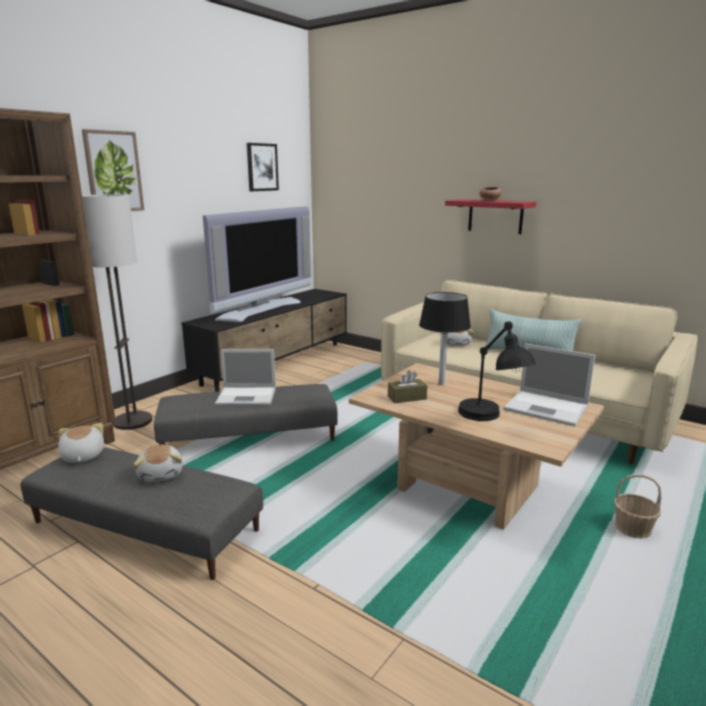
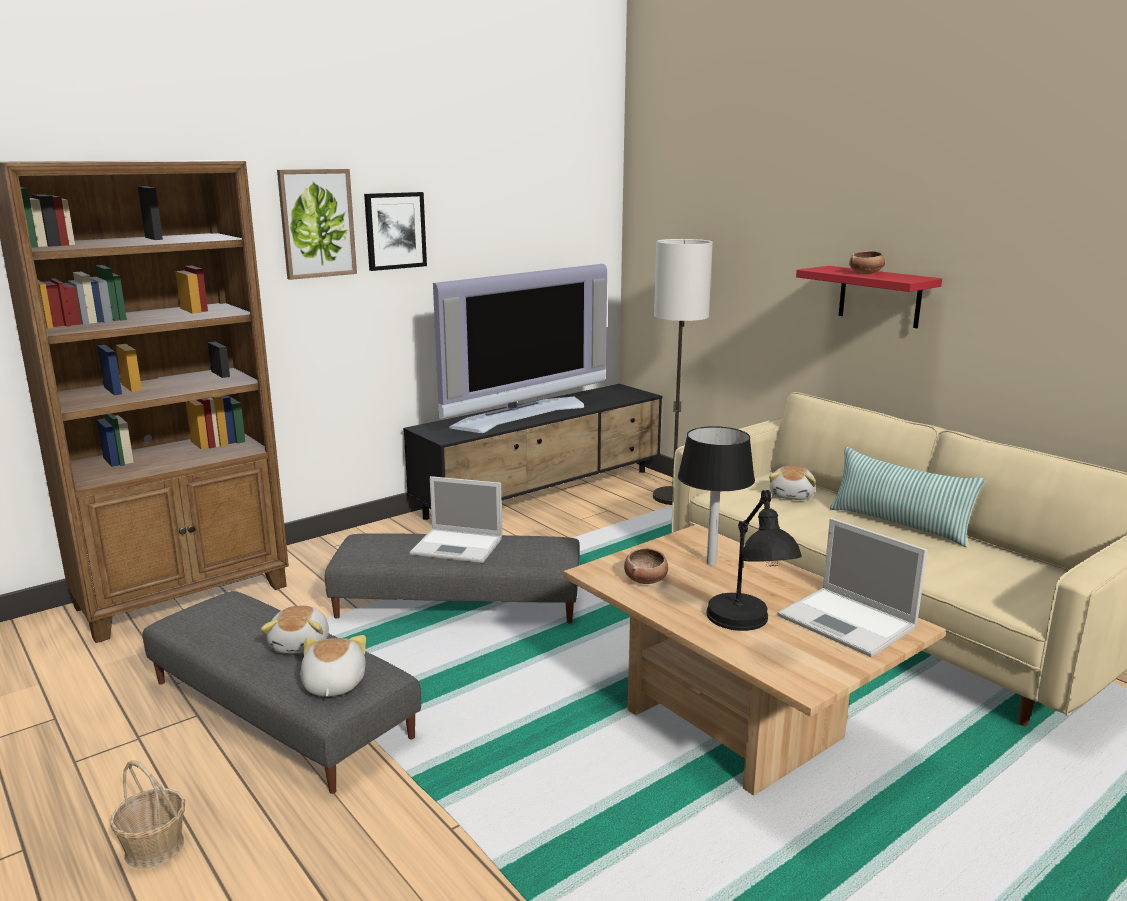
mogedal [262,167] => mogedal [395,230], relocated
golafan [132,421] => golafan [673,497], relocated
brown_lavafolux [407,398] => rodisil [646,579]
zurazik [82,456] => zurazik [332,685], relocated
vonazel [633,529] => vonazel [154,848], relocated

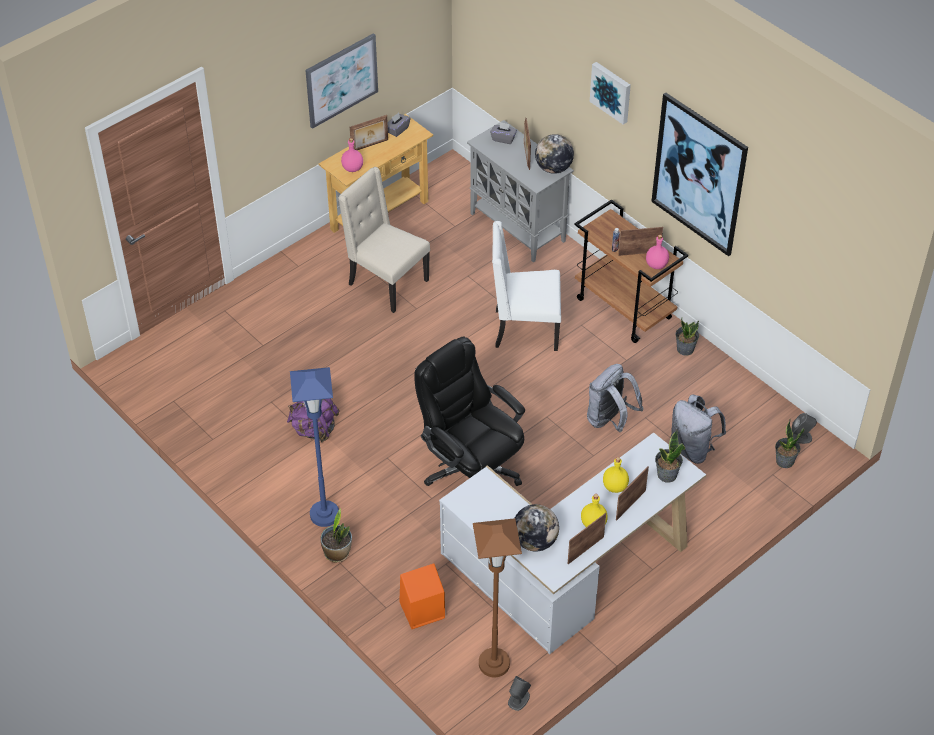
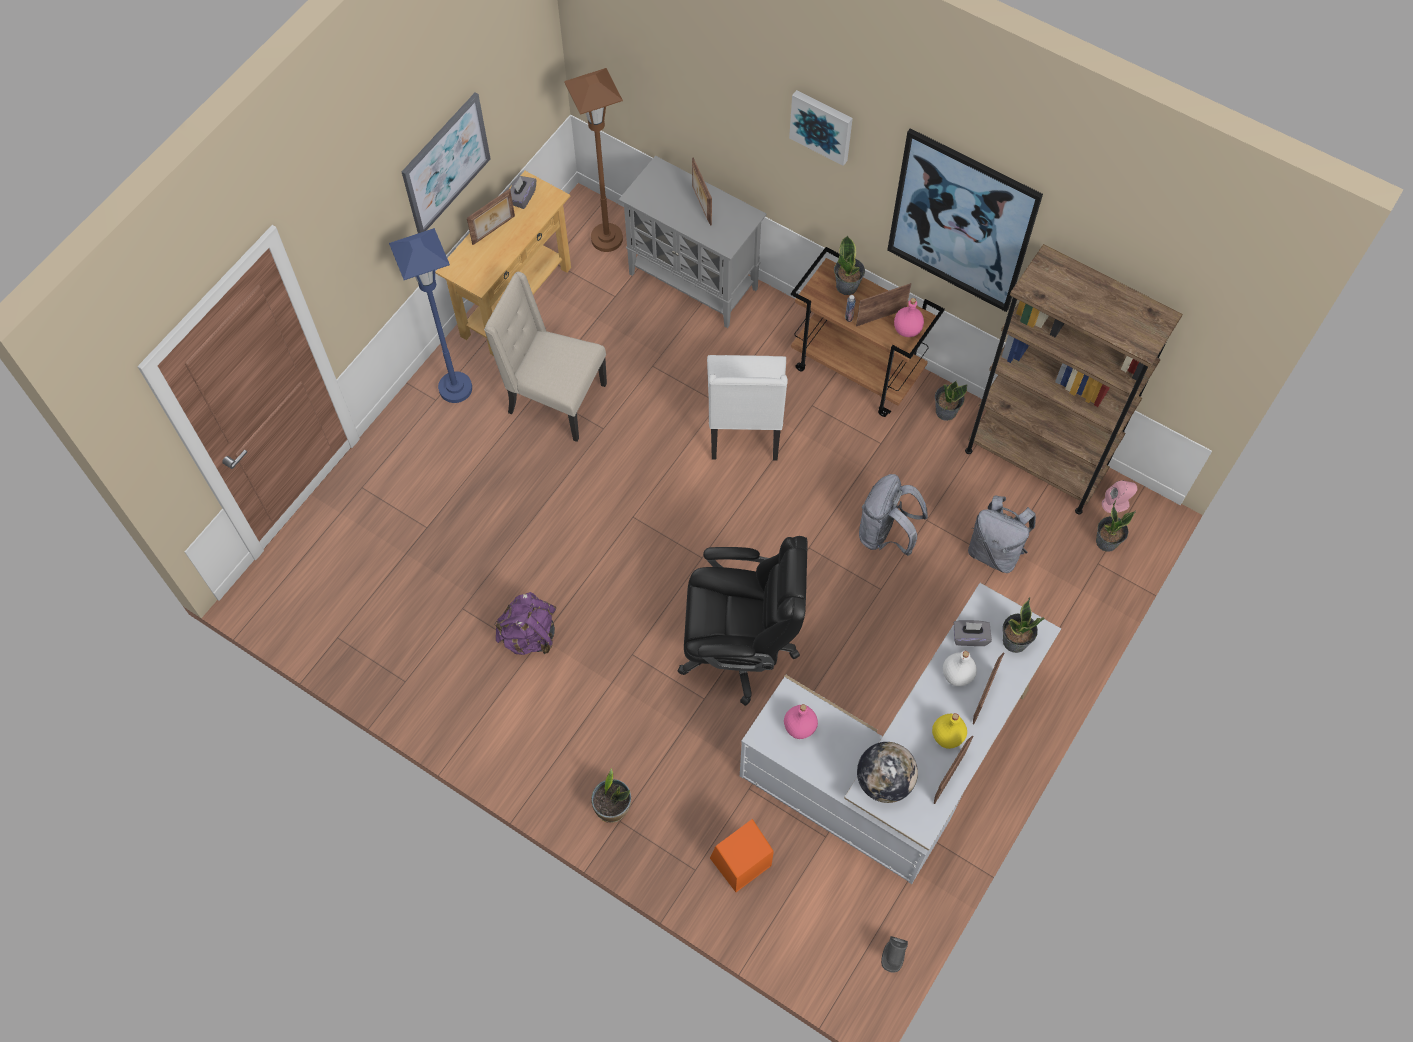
grey_lavafolux [503,139] => grey_lavafolux [970,637], relocated
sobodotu [553,168] => nothing
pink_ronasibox [353,168] => pink_ronasibox [800,726], relocated
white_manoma [524,329] => white_manoma [745,428], 75 degrees counterclockwise
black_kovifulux [471,470] => black_kovifulux [740,647], 150 degrees clockwise
blue_golafan [324,515] => blue_golafan [455,388], relocated
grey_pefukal [801,437] => pink_pefukal [1116,503]
yellow_ronasibox [615,487] => white_ronasibox [957,675]
brown_golafan [494,663] => brown_golafan [607,238], relocated
nothing => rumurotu [847,286]
nothing => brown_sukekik [1035,461]

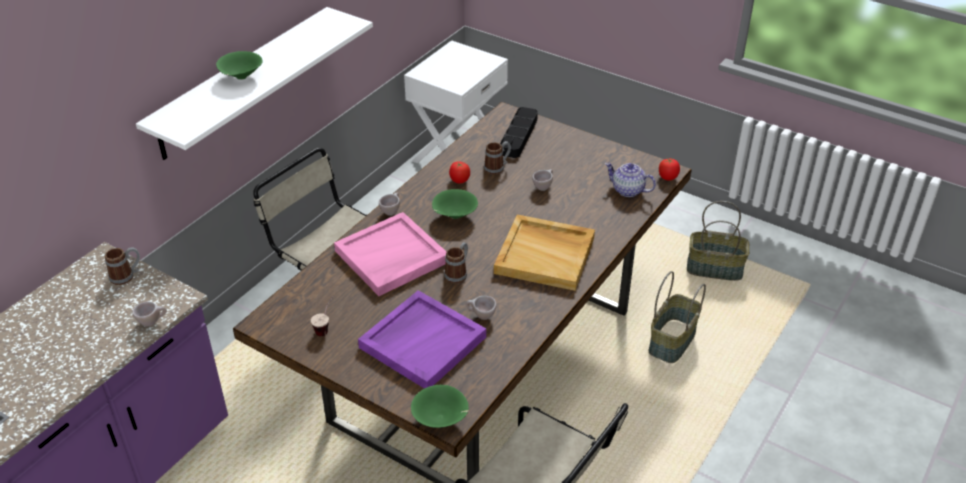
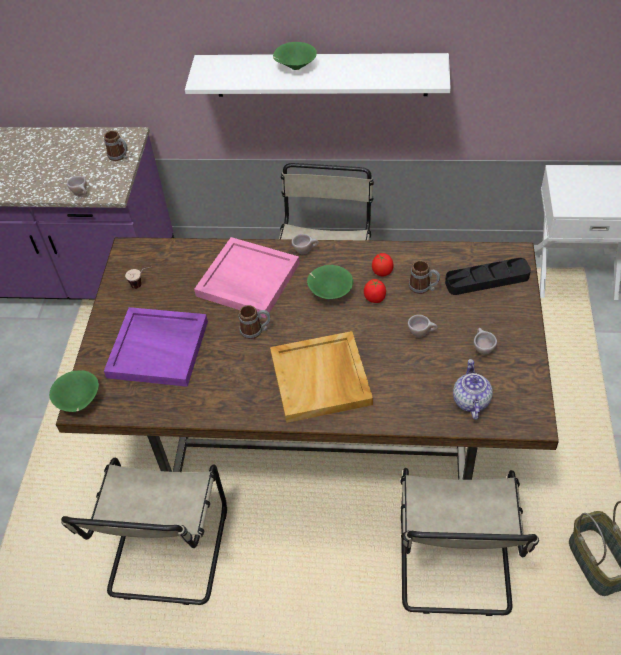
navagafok [668,177] => navagafok [375,298], relocated
vonazel [673,342] => beige_manoma [454,566]
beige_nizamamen [480,316] => beige_nizamamen [481,348], relocated

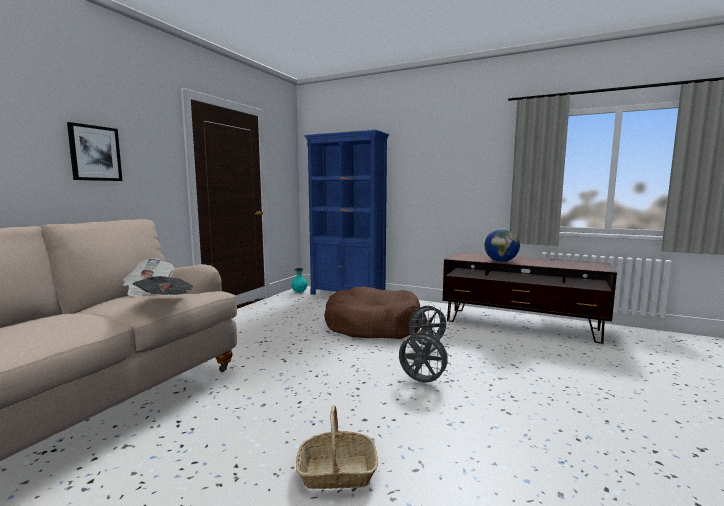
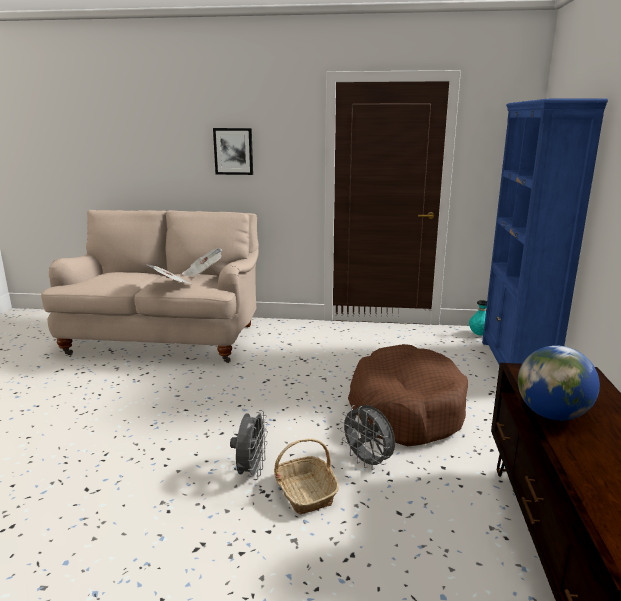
vonazel [337,472] => vonazel [305,492], relocated

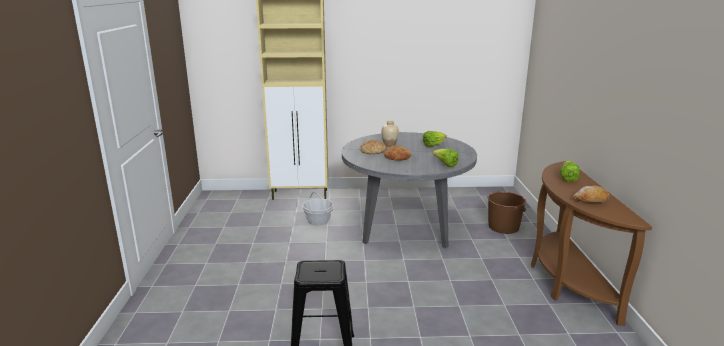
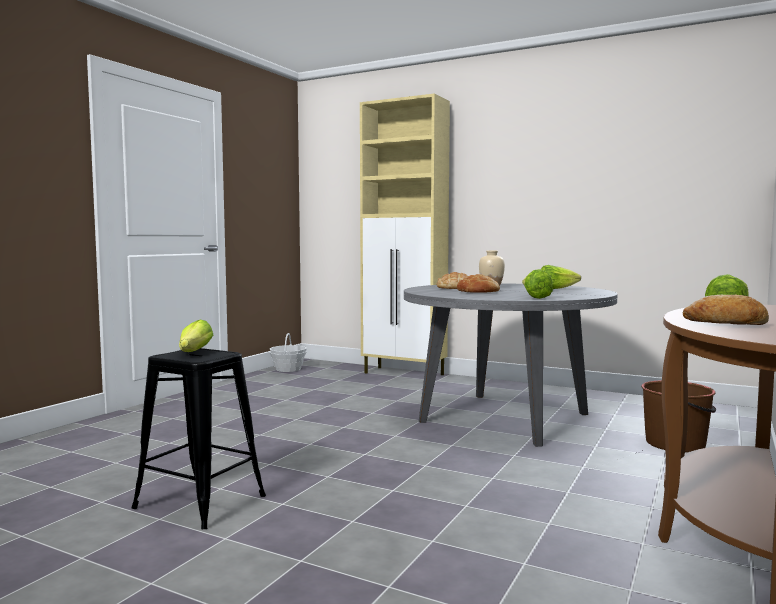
vonazel [318,220] => vonazel [288,369], relocated
nothing => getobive [193,352]

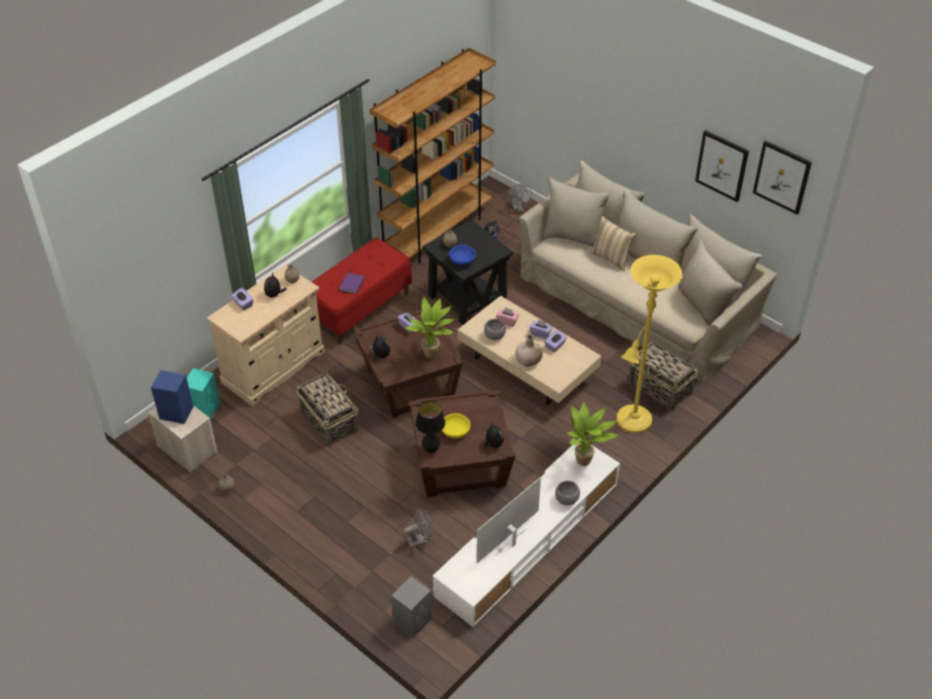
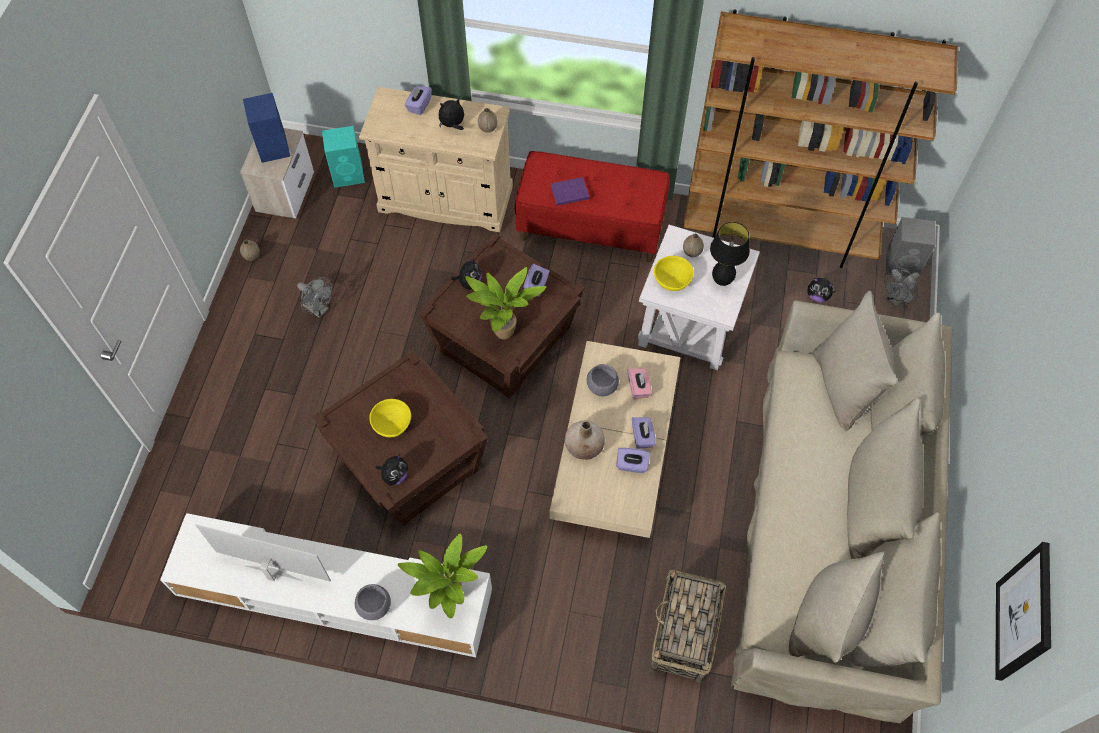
mogedal [722,165] => nothing
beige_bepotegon [611,258] => nothing
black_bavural [467,297] => white_bavural [689,326]
blue_rodisil [462,261] => yellow_rodisil [672,280]
yellow_golafan [632,423] => nothing
vonazel [328,421] => nothing
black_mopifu [431,450] => black_mopifu [722,281], relocated
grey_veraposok [421,539] => grey_veraposok [319,309], relocated
grey_pefukal [413,620] => grey_pefukal [903,264], relocated

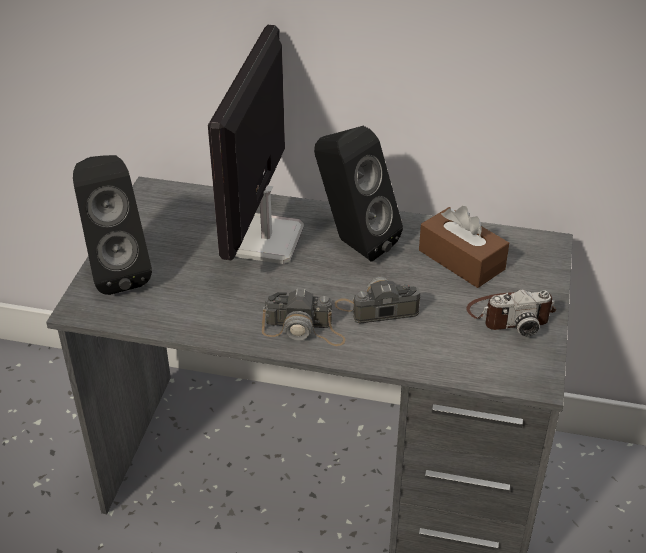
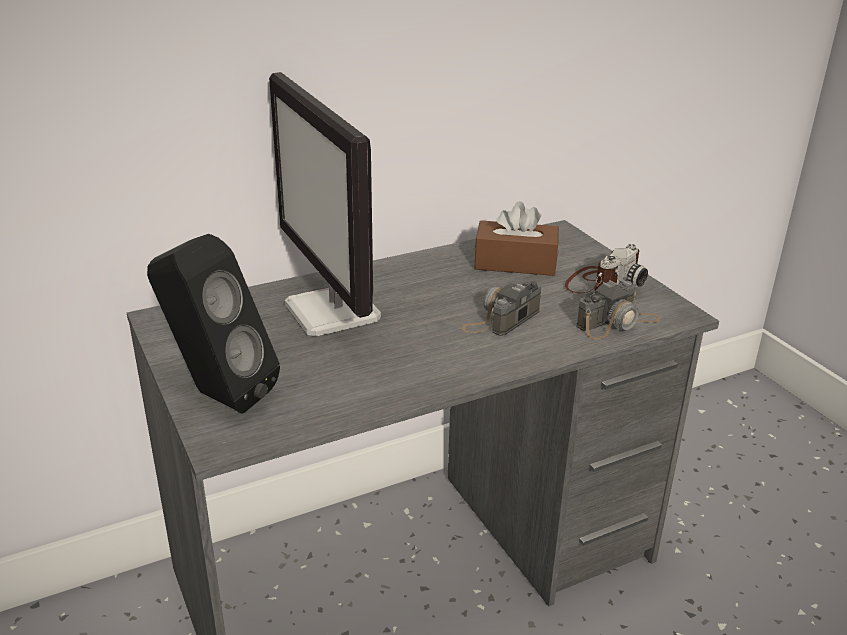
black_pefukal [353,243] => nothing
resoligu [304,330] => resoligu [617,322], relocated

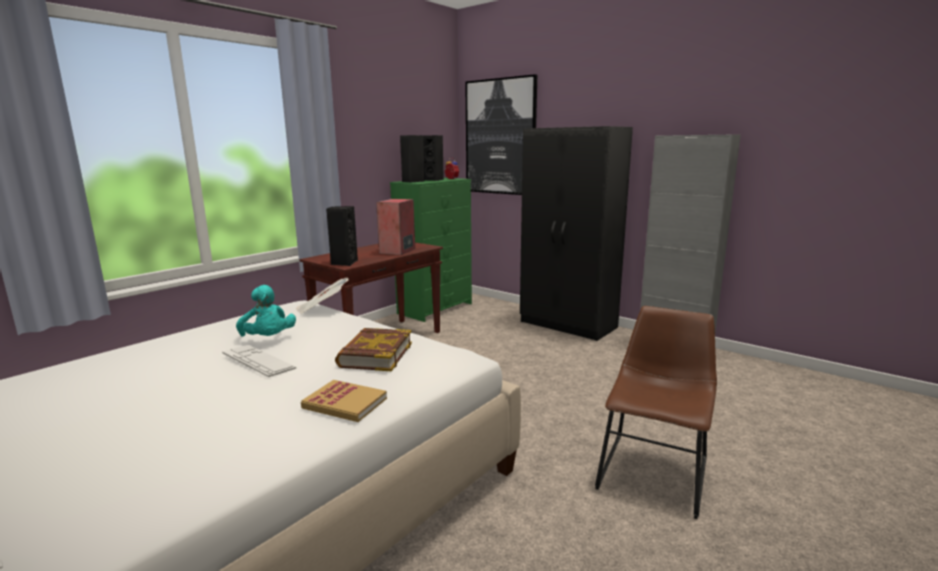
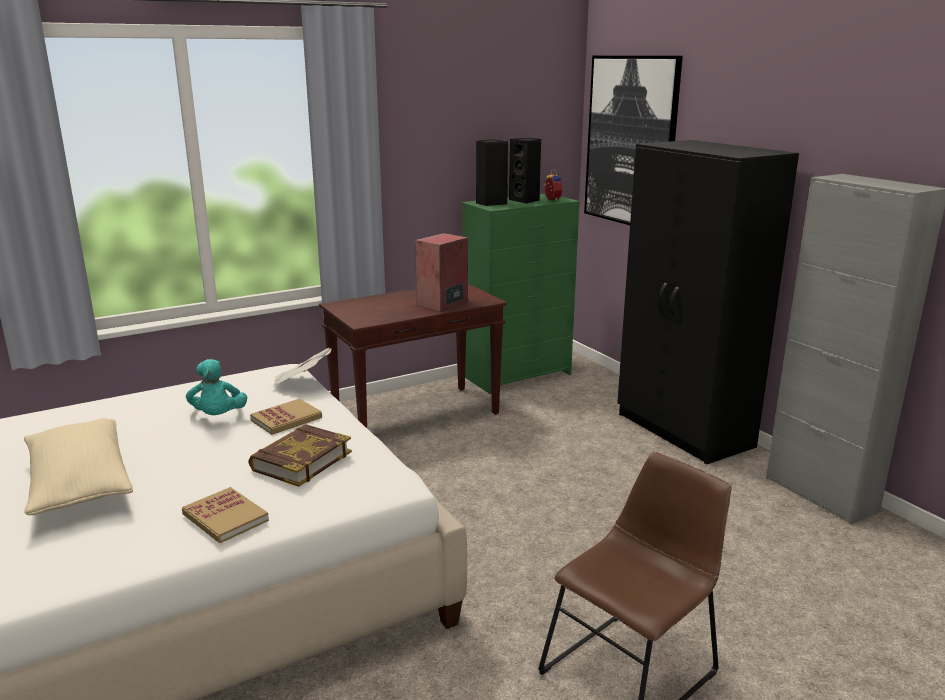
black_pefukal [344,263] => nothing
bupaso [258,361] => nothing
nothing => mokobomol [286,419]
nothing => beige_bepotegon [79,484]

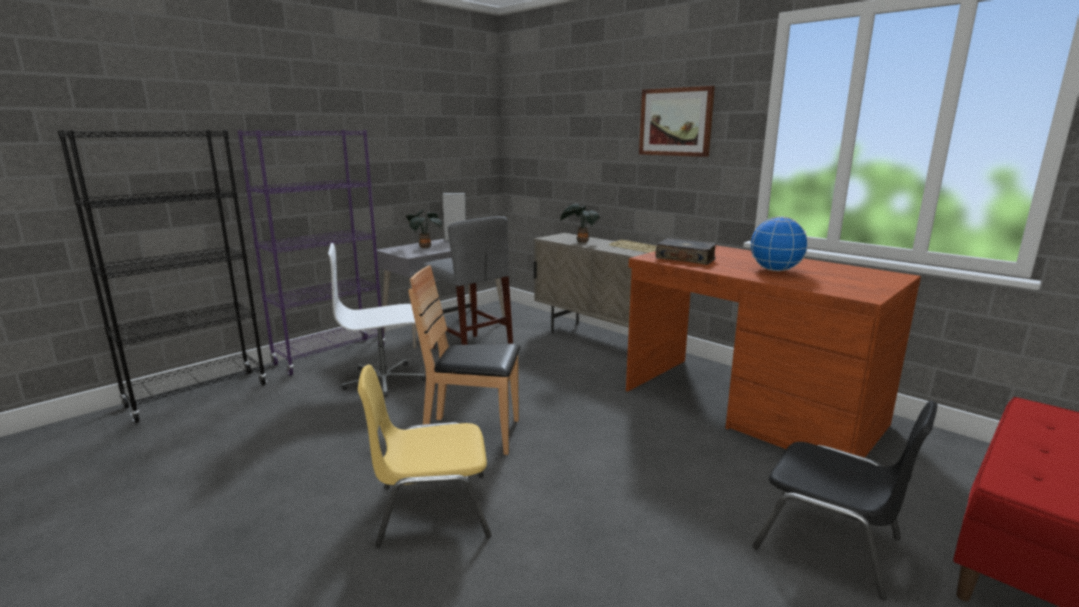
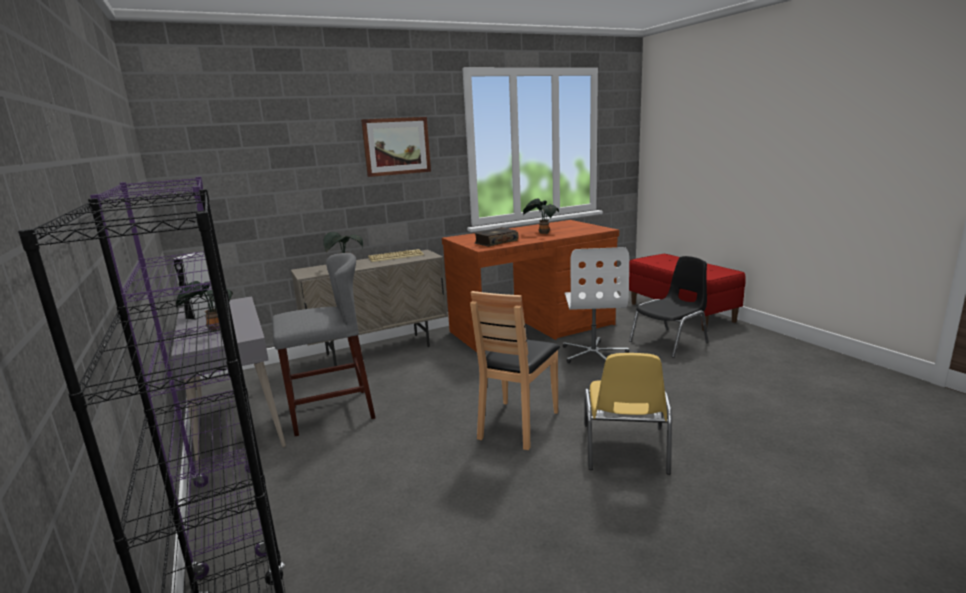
sobodotu [775,270] => rumurotu [542,233]
white_kovifulux [384,380] => white_kovifulux [594,354], relocated

